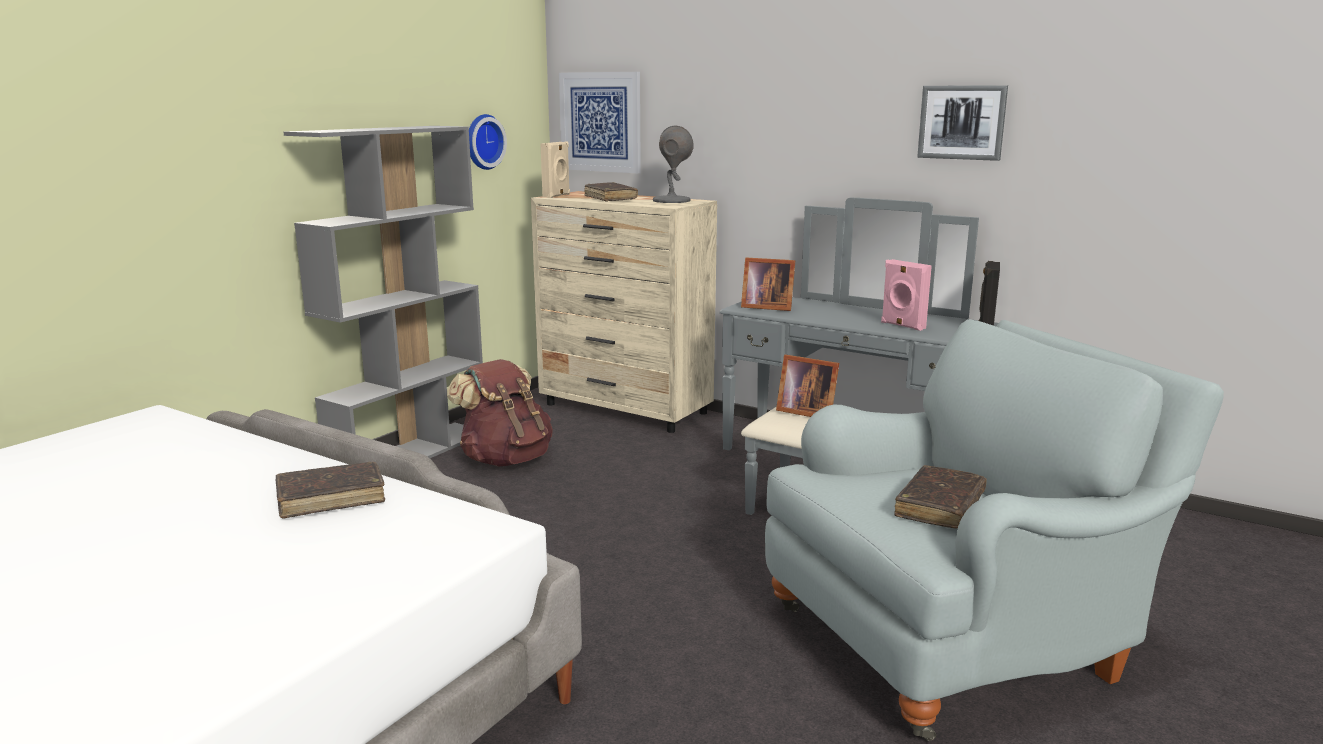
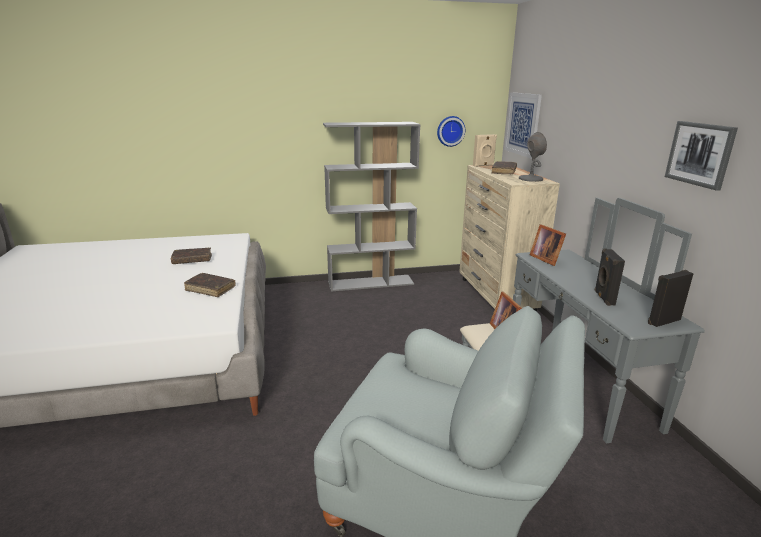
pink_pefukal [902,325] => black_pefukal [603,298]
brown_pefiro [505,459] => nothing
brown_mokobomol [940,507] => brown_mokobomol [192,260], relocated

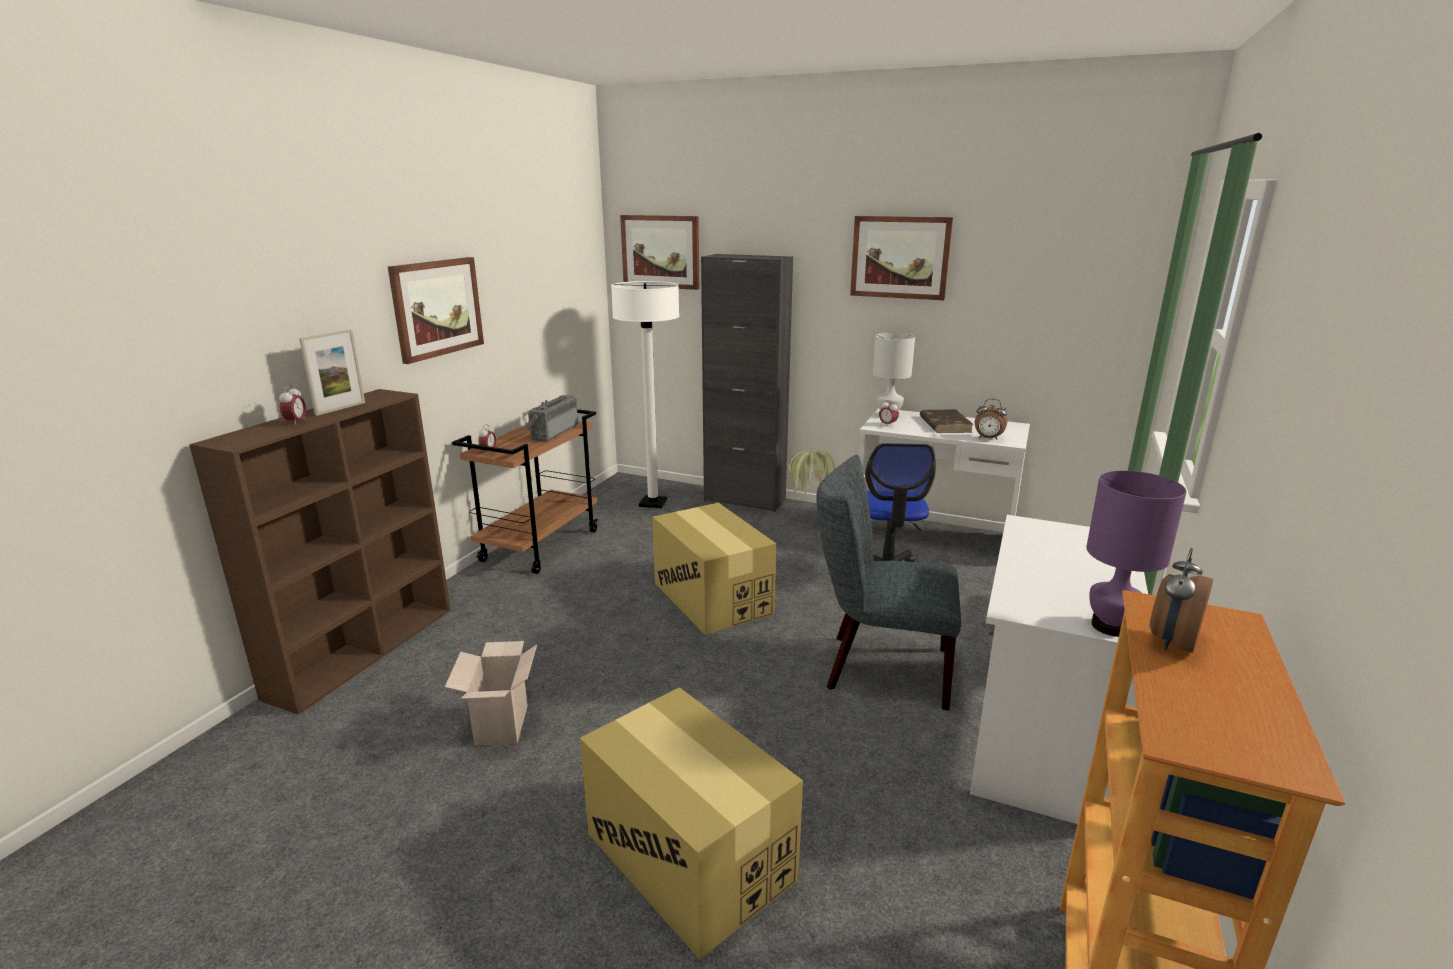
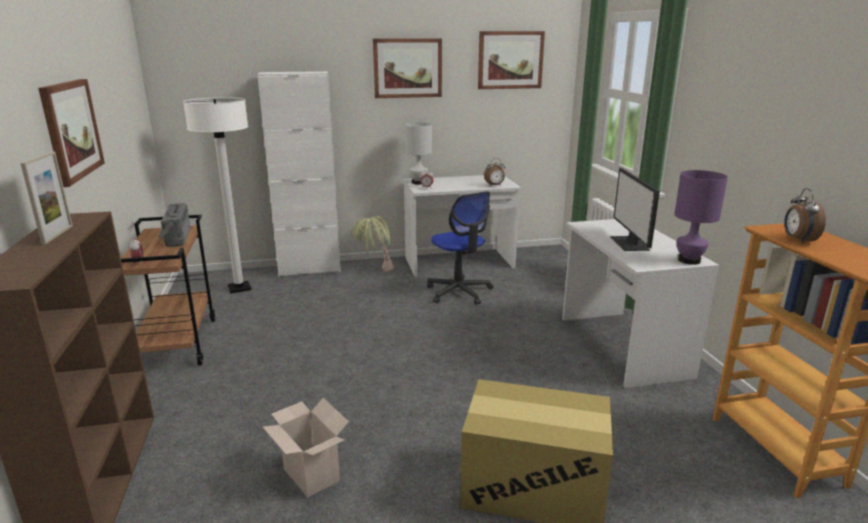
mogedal [661,252] => mogedal [510,60], relocated
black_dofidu [744,500] => white_dofidu [309,269]
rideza [296,422] => nothing
brown_mokobomol [945,424] => nothing
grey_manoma [879,668] => nothing
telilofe [712,598] => nothing
nothing => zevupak [630,243]

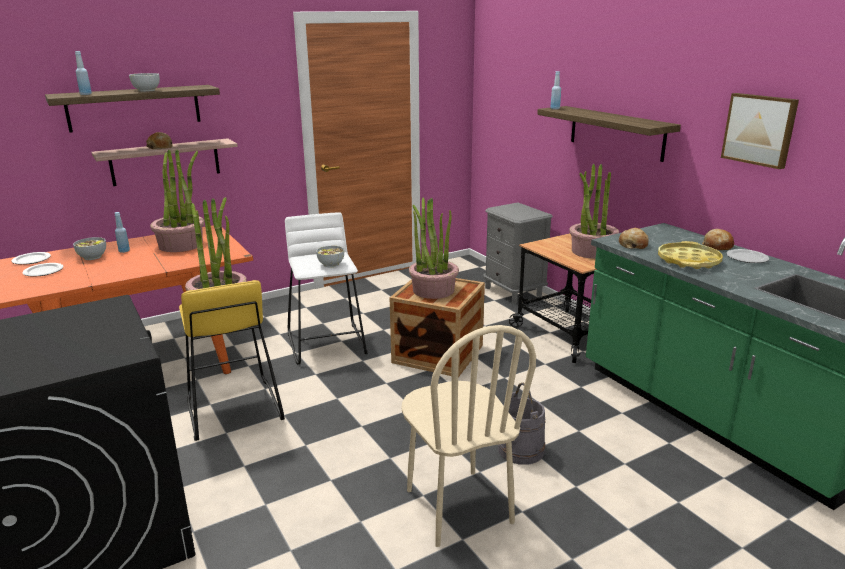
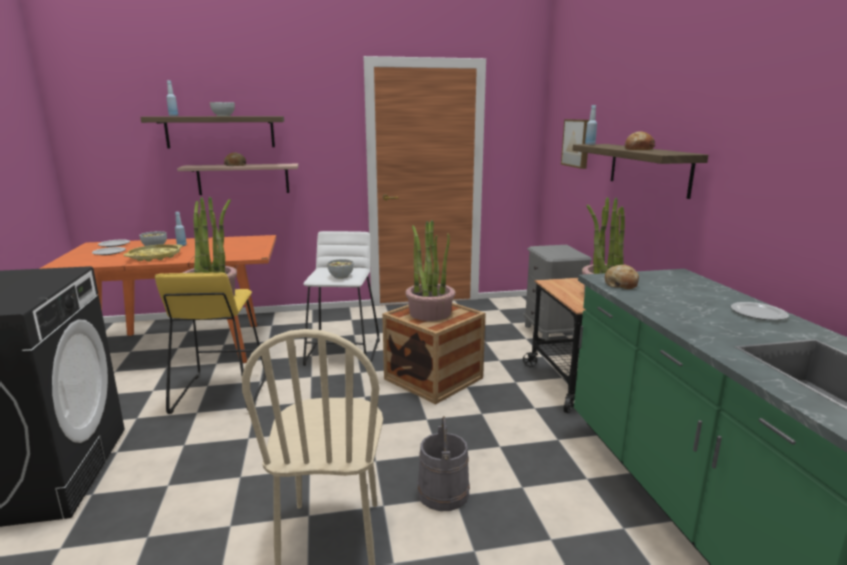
mogedal [760,129] => mogedal [577,143], relocated
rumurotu [181,245] => nothing
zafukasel [717,246] => zafukasel [638,149], relocated
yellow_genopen [688,261] => yellow_genopen [155,257], relocated

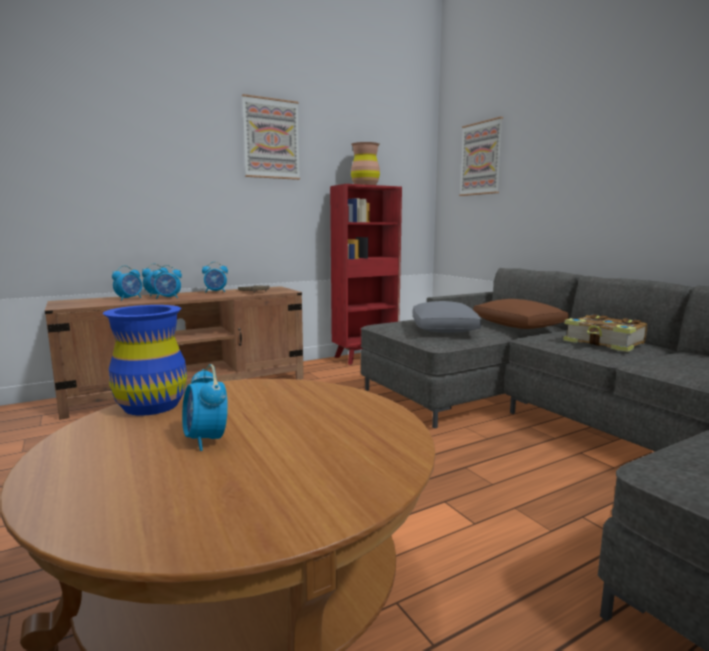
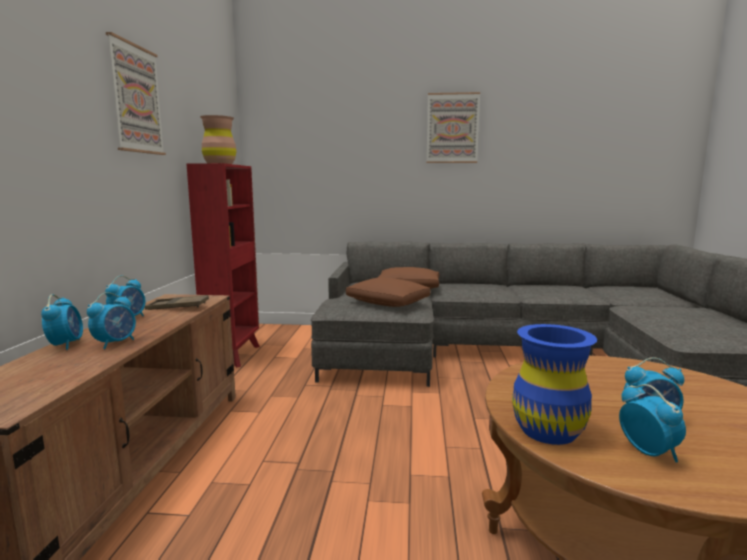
mogedal [481,158] => mogedal [452,128], relocated
rideza [129,298] => rideza [648,451], relocated
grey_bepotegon [444,329] => brown_bepotegon [388,303]
mokobomol [604,343] => nothing

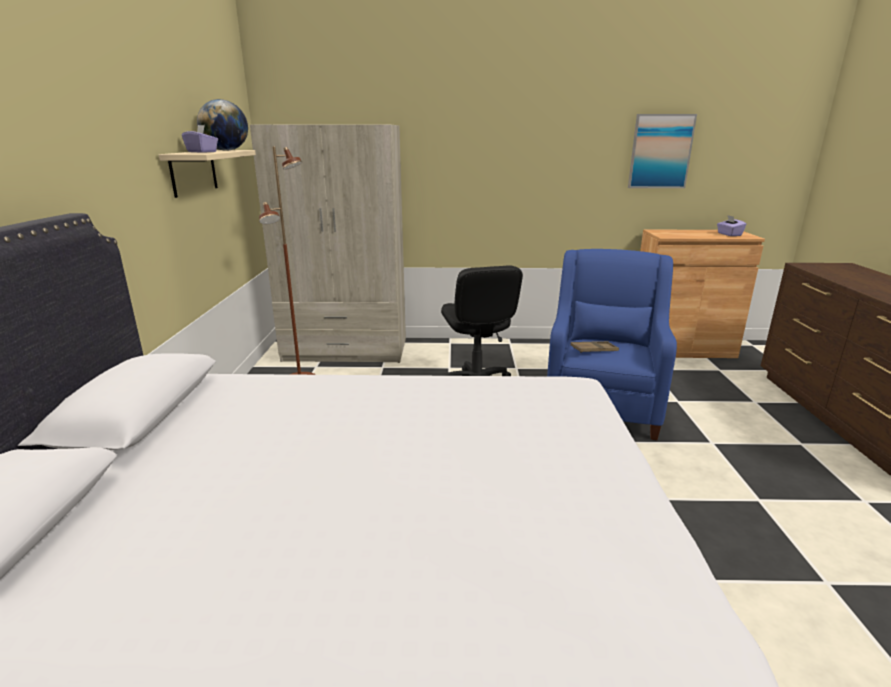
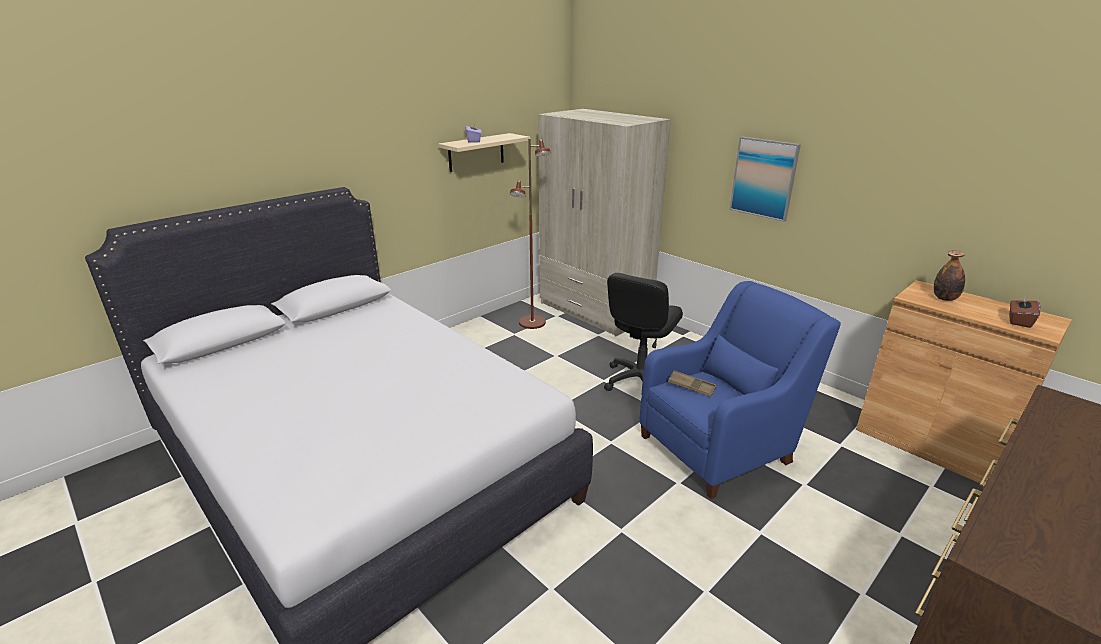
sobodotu [226,150] => nothing
mogedal [660,151] => mogedal [764,178], relocated
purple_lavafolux [729,234] => brown_lavafolux [1019,321]
nothing => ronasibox [944,298]

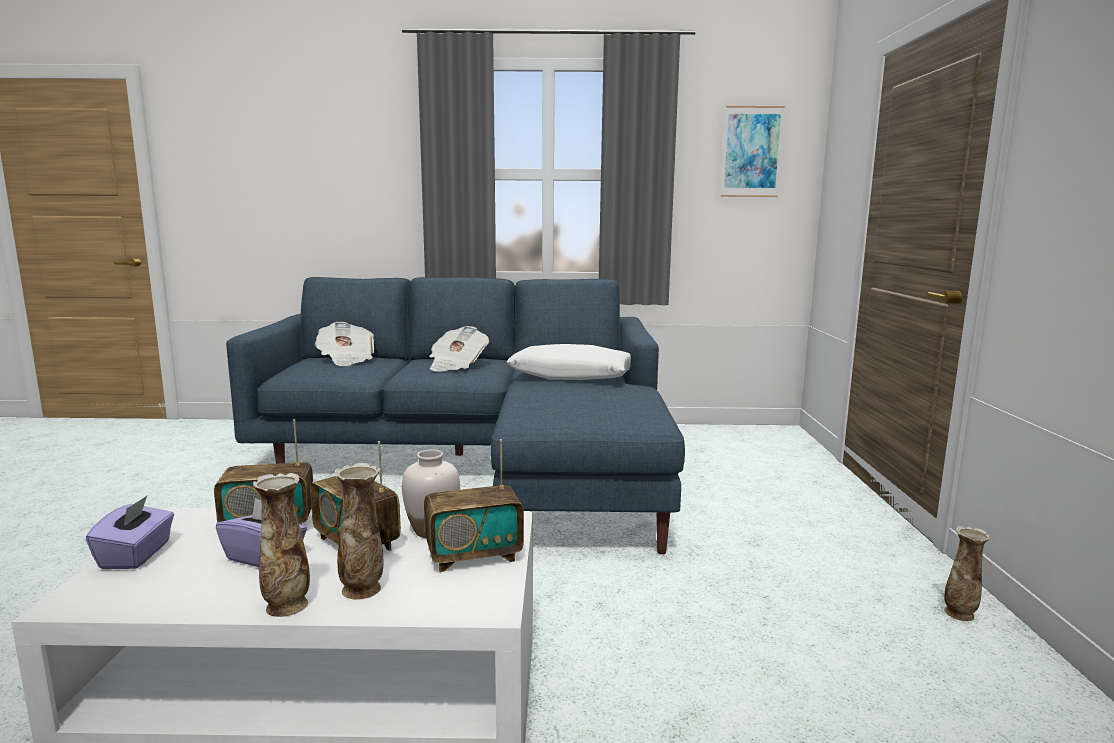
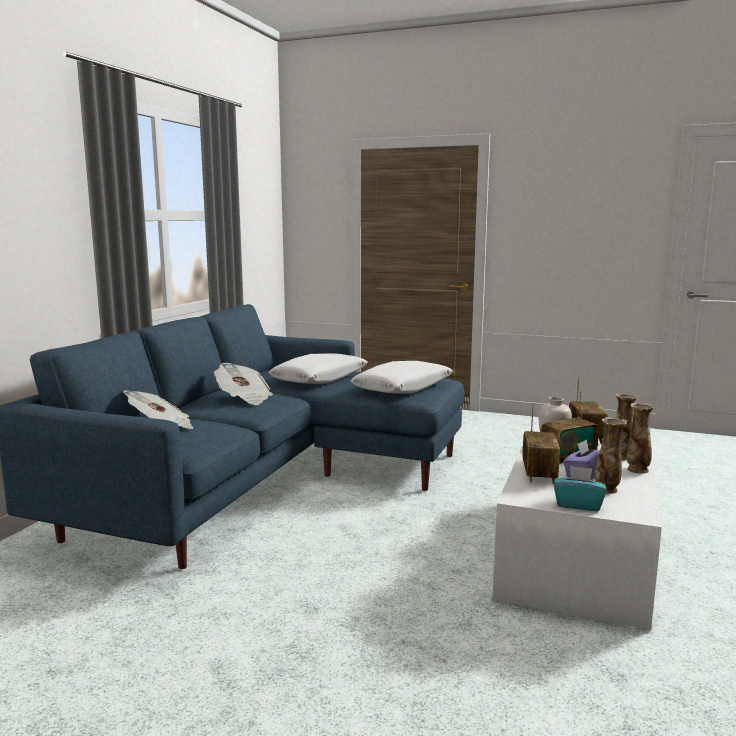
mogedal [751,152] => nothing
purple_lavafolux [136,555] => turquoise_lavafolux [578,504]
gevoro [959,614] => gevoro [607,489], relocated
nothing => white_bepotegon [403,388]

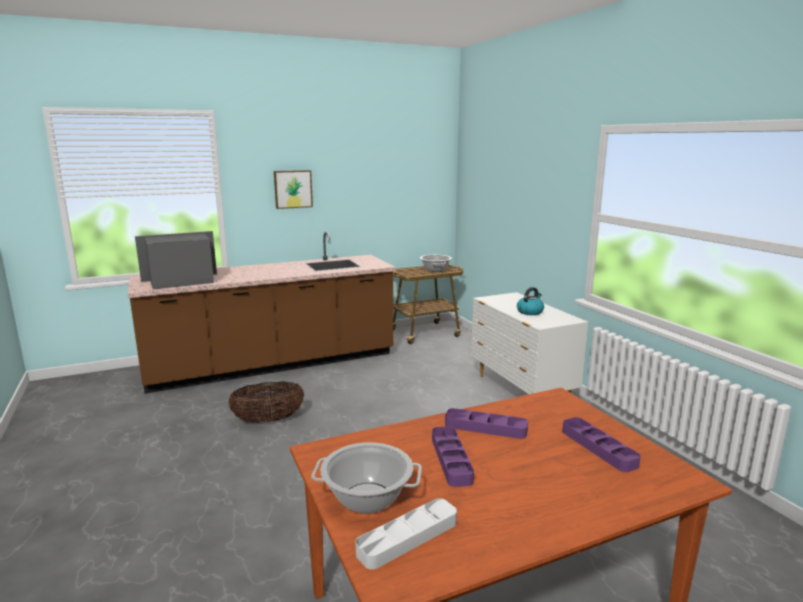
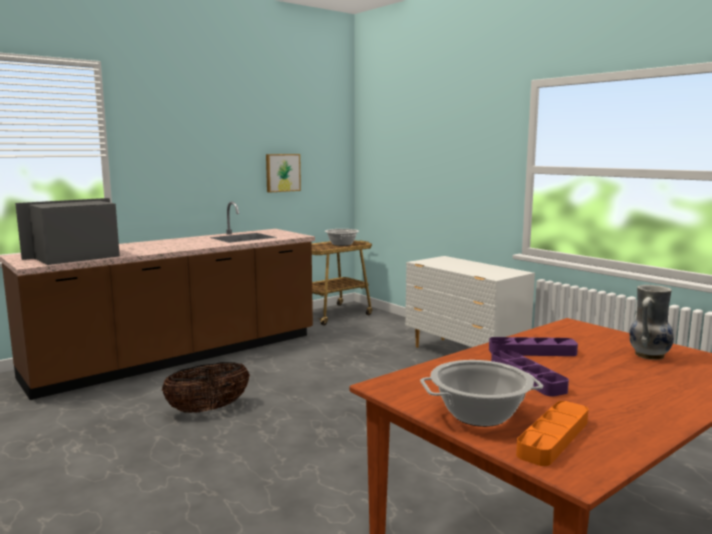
mogedal [293,189] => mogedal [282,172], relocated
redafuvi [530,312] => nothing
purple_genopen [598,447] => gevoro [648,355]
grey_genopen [408,537] => orange_genopen [553,438]

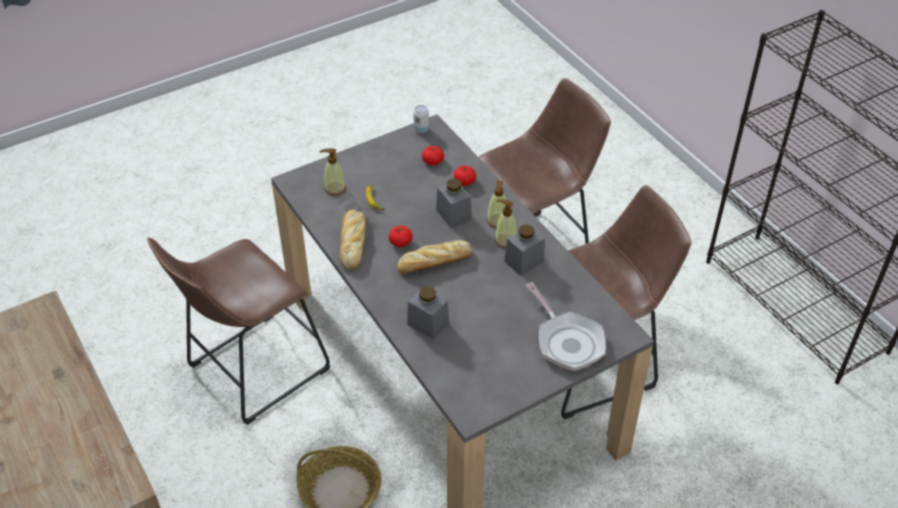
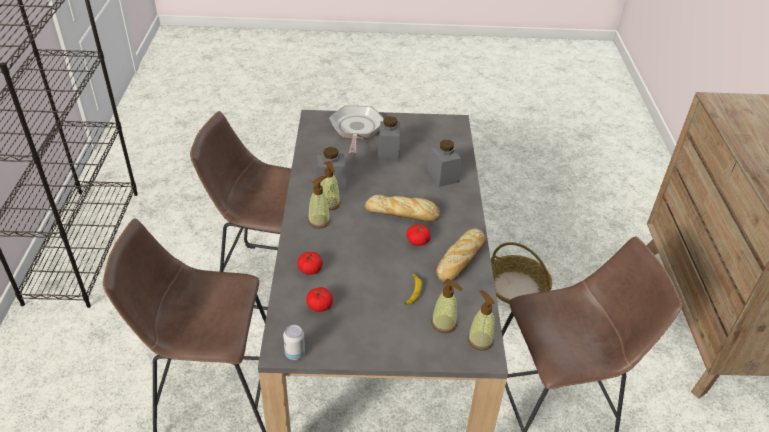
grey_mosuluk [453,215] => grey_mosuluk [388,152], relocated
nothing => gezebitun [480,340]

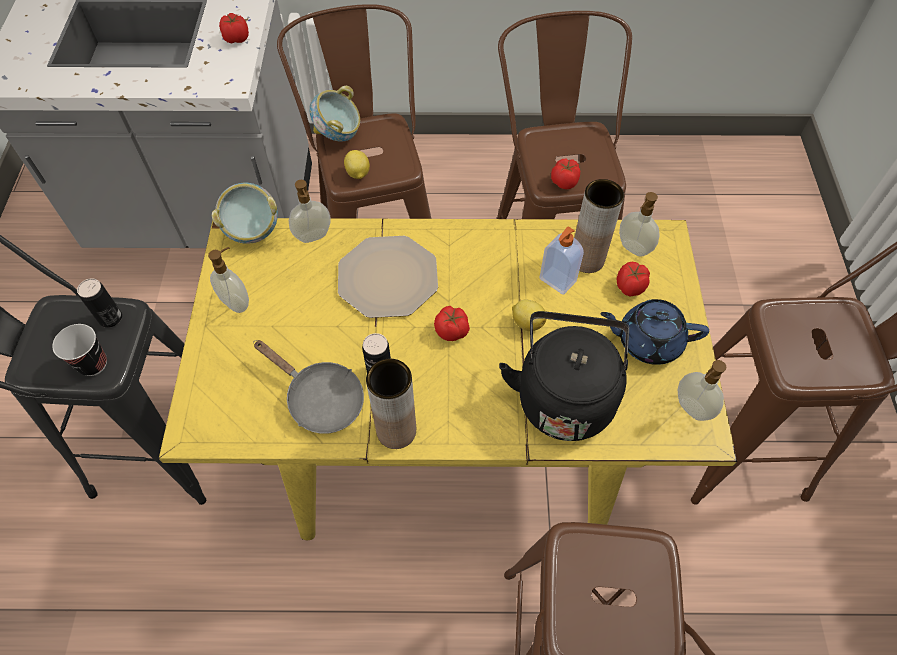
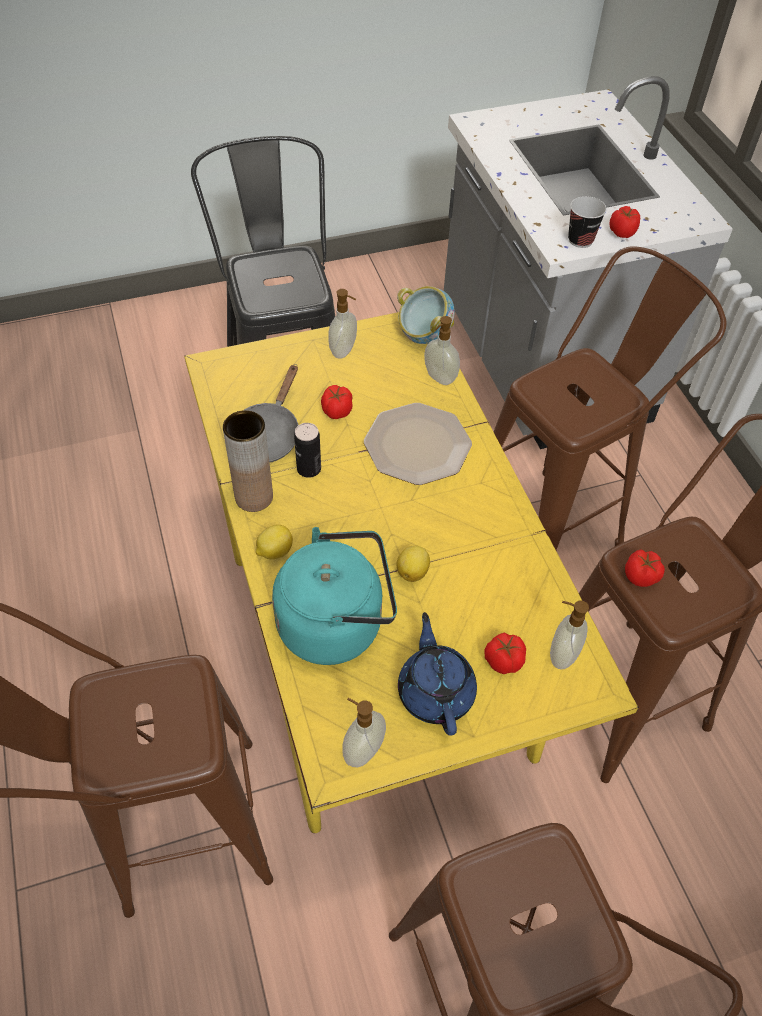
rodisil [338,135] => nothing
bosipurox [358,174] => bosipurox [274,551], relocated
brown_gevoro [587,259] => nothing
gezebitun [556,281] => nothing
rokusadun [110,318] => nothing
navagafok [452,331] => navagafok [336,412], relocated
black_redafuvi [564,395] => turquoise_redafuvi [336,623]
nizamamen [93,364] => nizamamen [580,240], relocated

